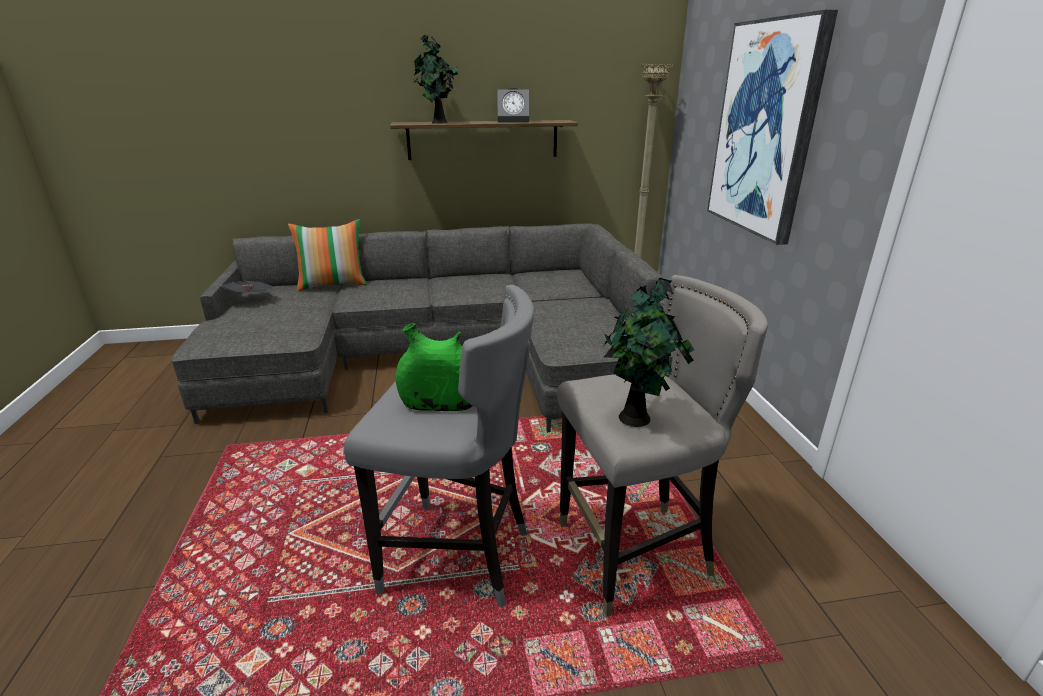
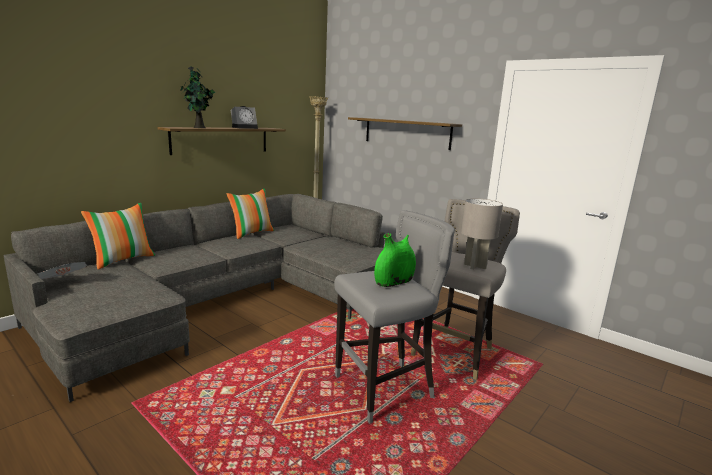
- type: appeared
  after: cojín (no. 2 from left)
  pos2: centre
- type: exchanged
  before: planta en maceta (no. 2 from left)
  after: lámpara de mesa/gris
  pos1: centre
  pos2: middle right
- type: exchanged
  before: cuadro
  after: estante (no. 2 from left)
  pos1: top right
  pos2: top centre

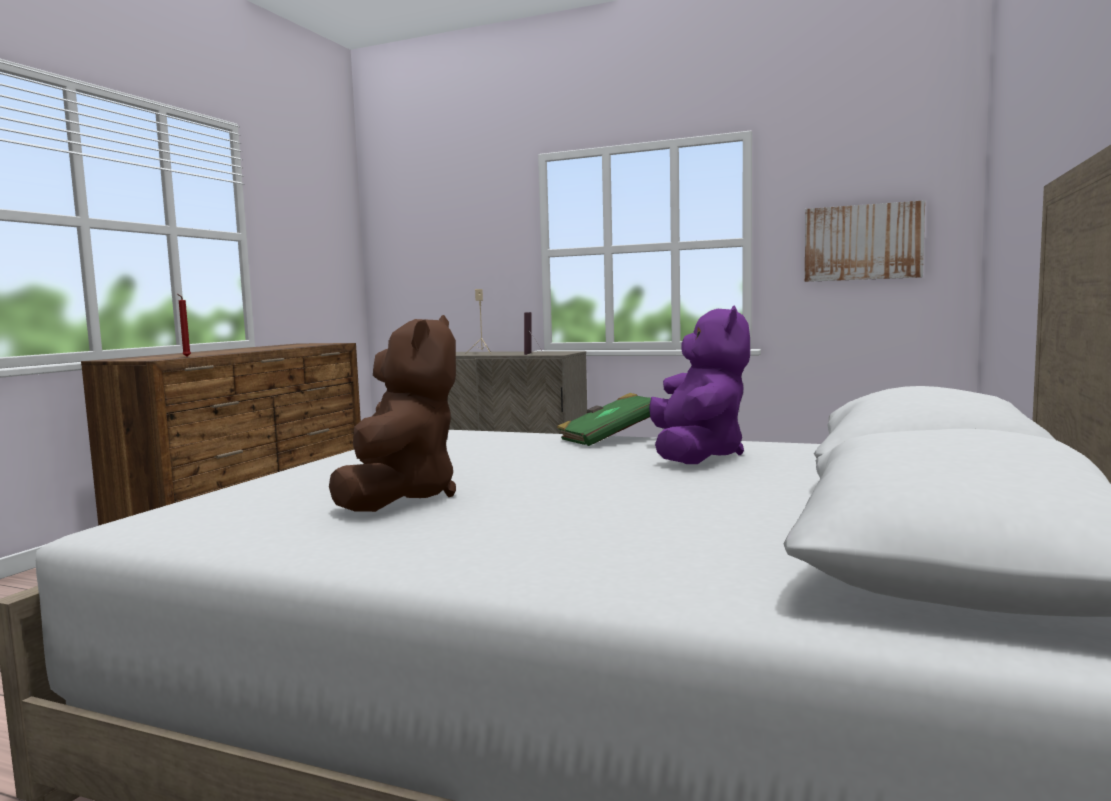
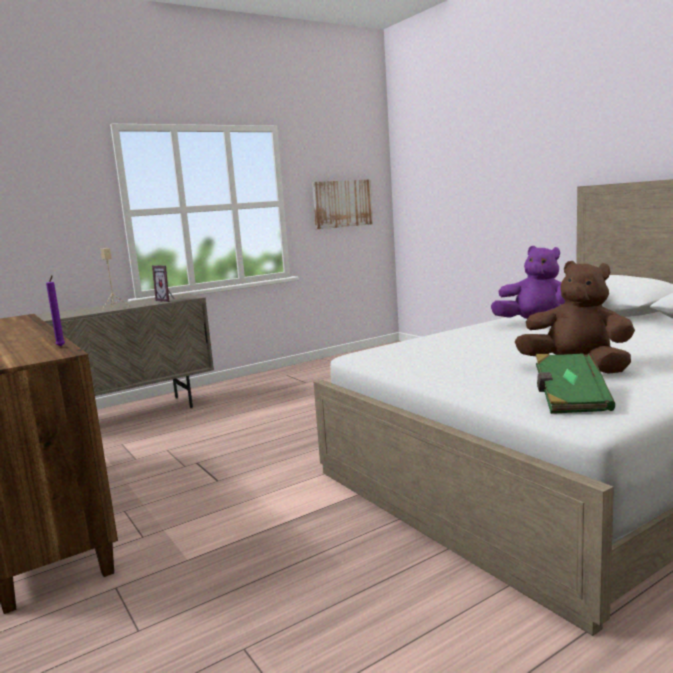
- type: relocated
  before: libro/verde
  pos1: centre
  pos2: middle right
- type: colour
  before: vela/rojo
  after: vela/morado
  pos1: middle left
  pos2: middle left

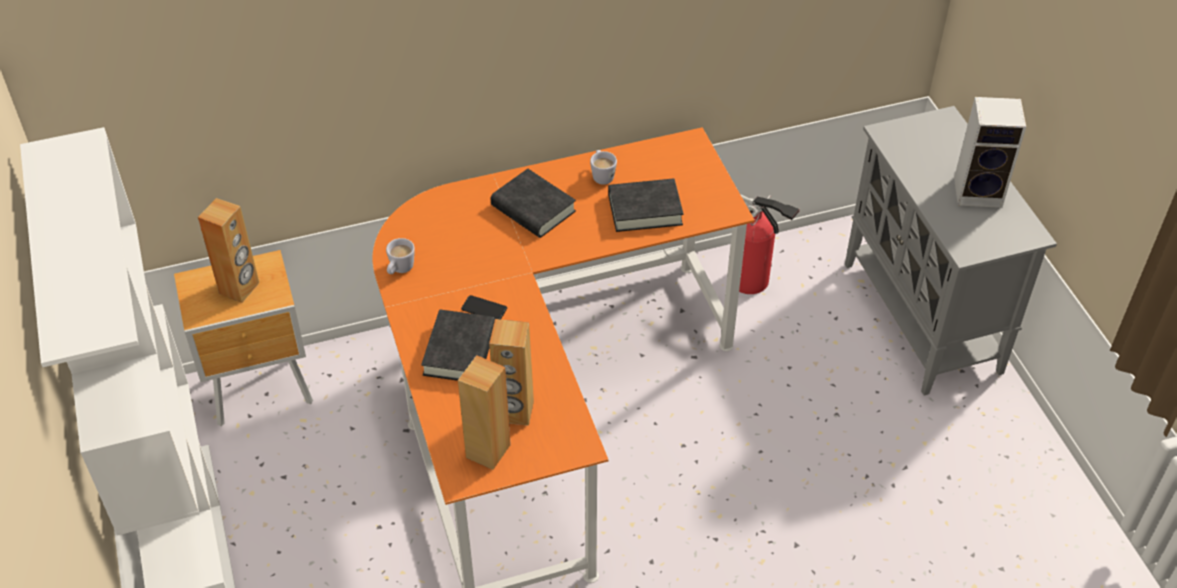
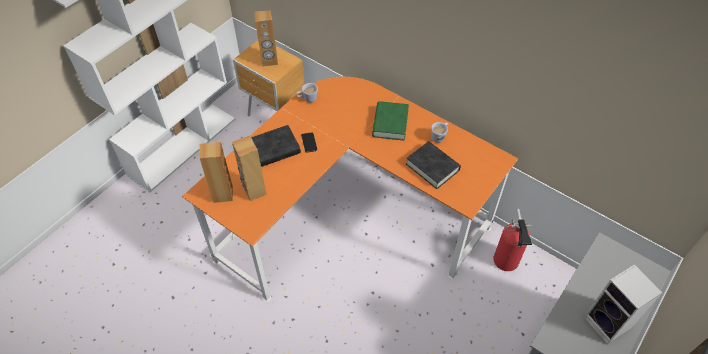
- type: colour
  before: libro/negro (no. 2 from left)
  after: libro/verde
  pos1: centre
  pos2: centre

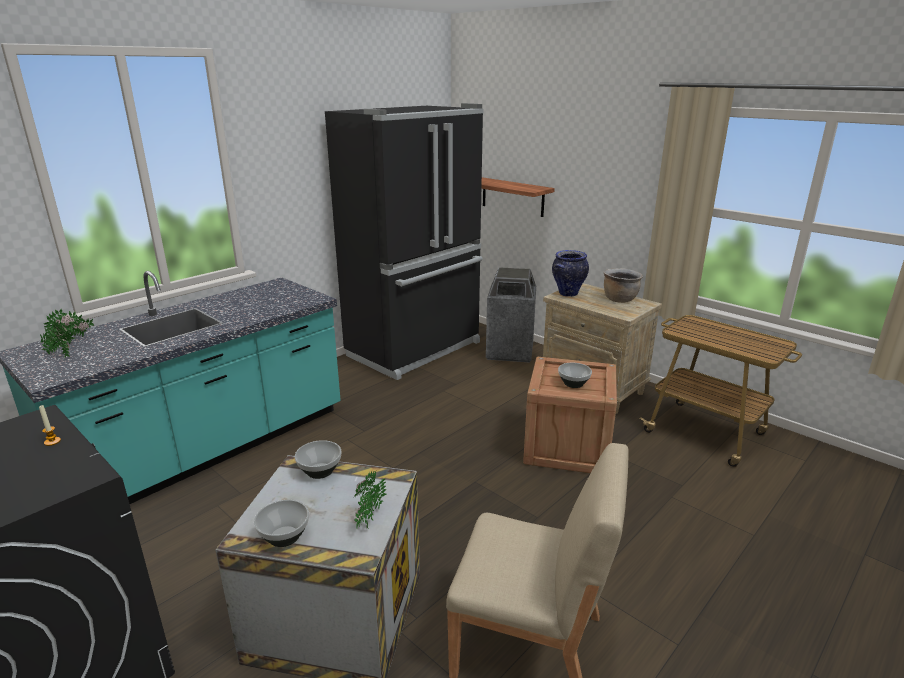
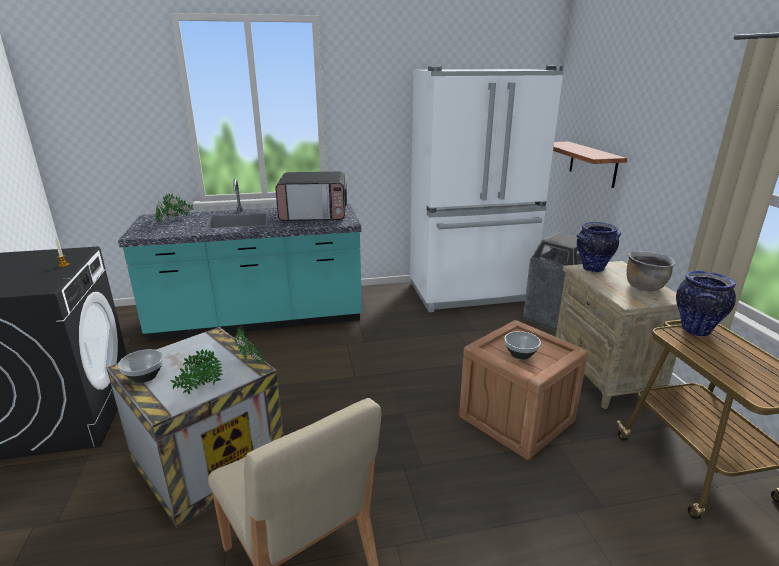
- type: missing
  before: cuenco (no. 2 from left)
  pos1: bottom centre
- type: appeared
  after: planta en maceta (no. 4 from left)
  pos2: middle left
- type: appeared
  after: microondas
  pos2: centre
- type: appeared
  after: florero (no. 2 from left)
  pos2: middle right
- type: colour
  before: nevera/negro
  after: nevera/blanco
  pos1: centre
  pos2: centre

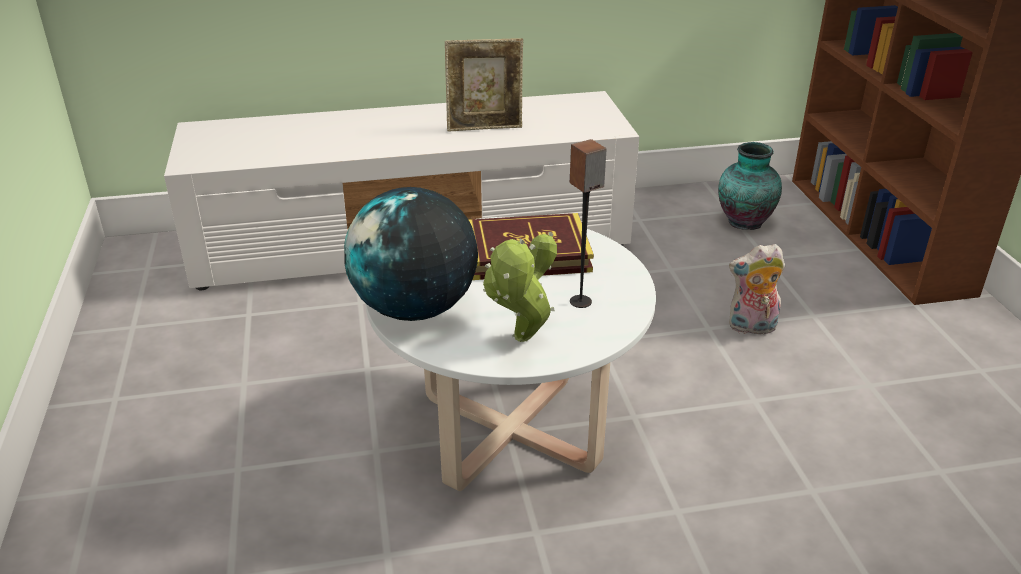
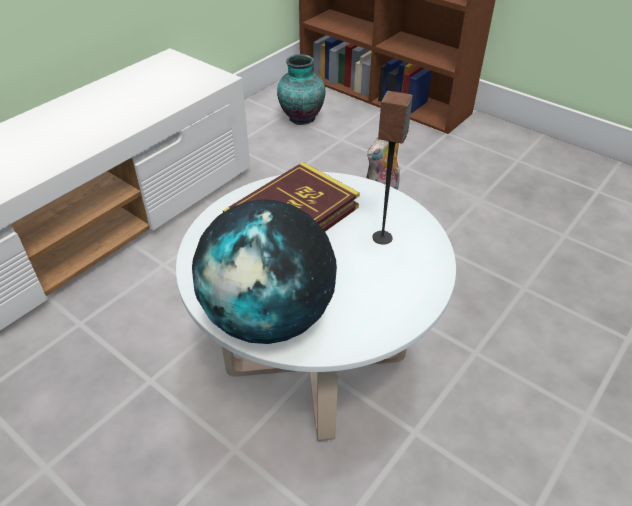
- type: missing
  before: portarretratos
  pos1: top centre
- type: missing
  before: planta en maceta
  pos1: centre

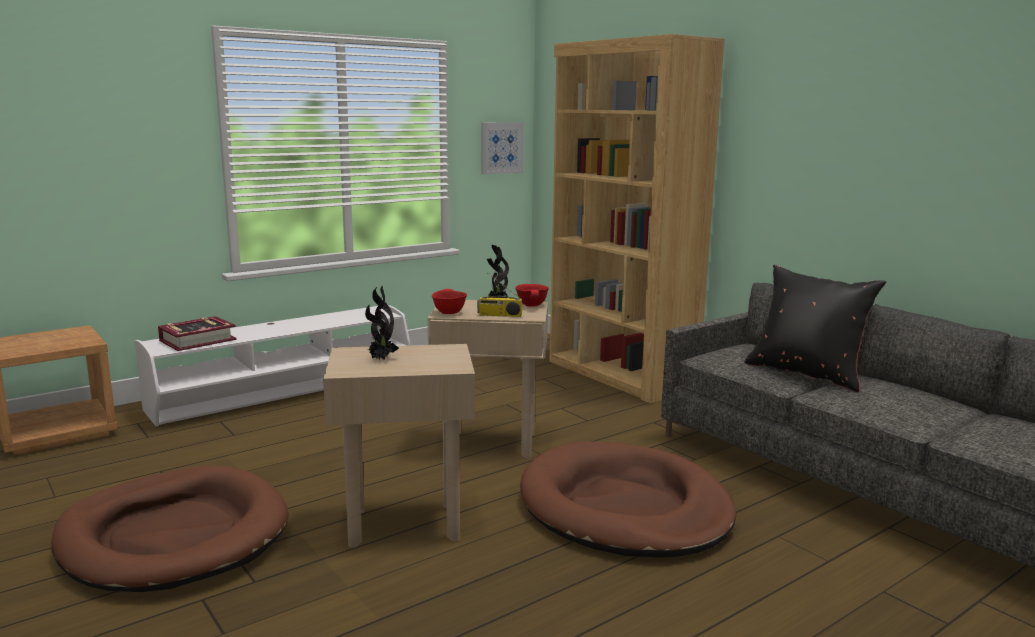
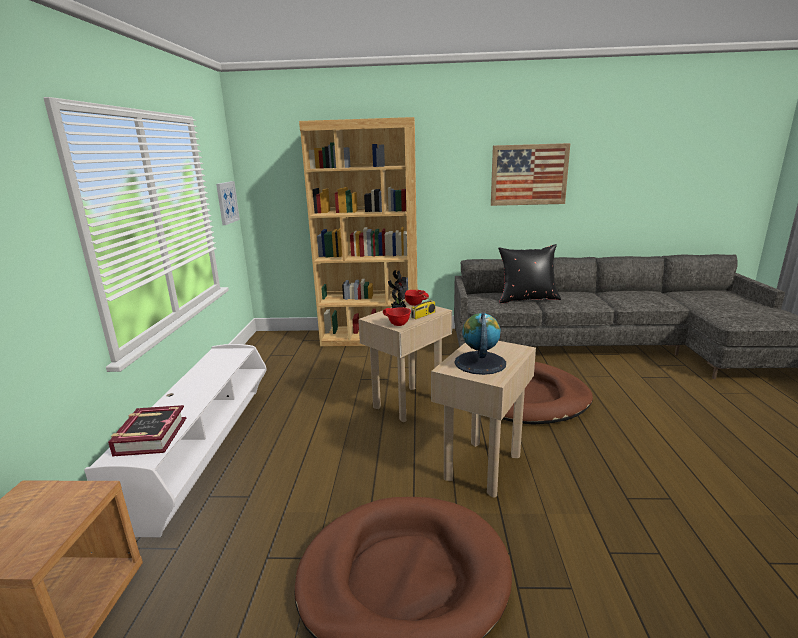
- type: appeared
  after: cuadro (no. 2 from left)
  pos2: top centre
- type: exchanged
  before: planta en maceta (no. 1 from left)
  after: globo terráqueo
  pos1: centre
  pos2: centre

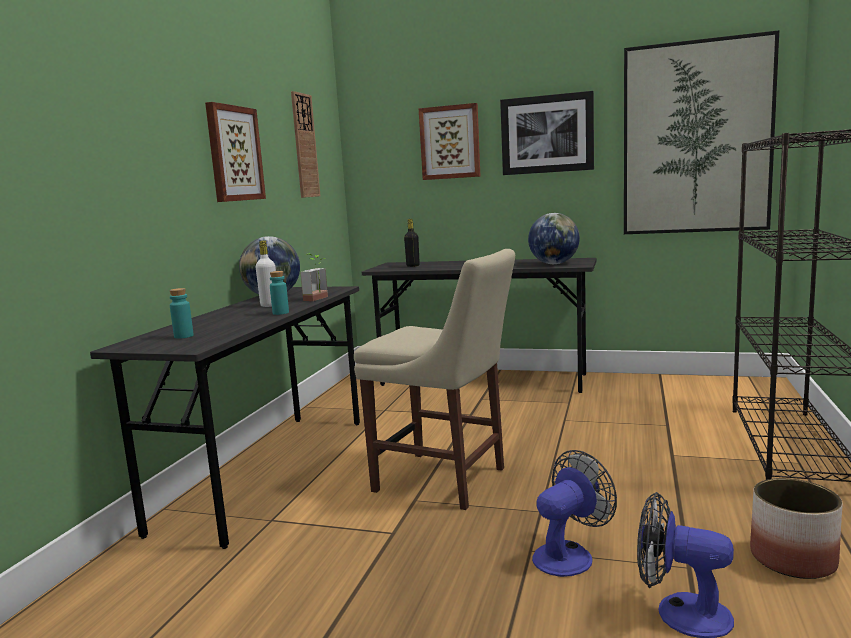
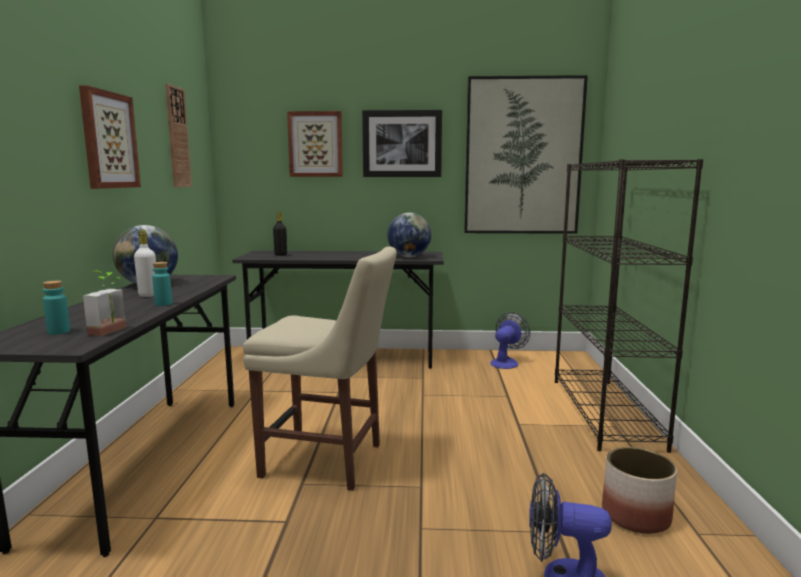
- type: relocated
  before: planta en maceta
  pos1: centre
  pos2: middle left
- type: relocated
  before: ventilador (no. 1 from left)
  pos1: bottom right
  pos2: centre

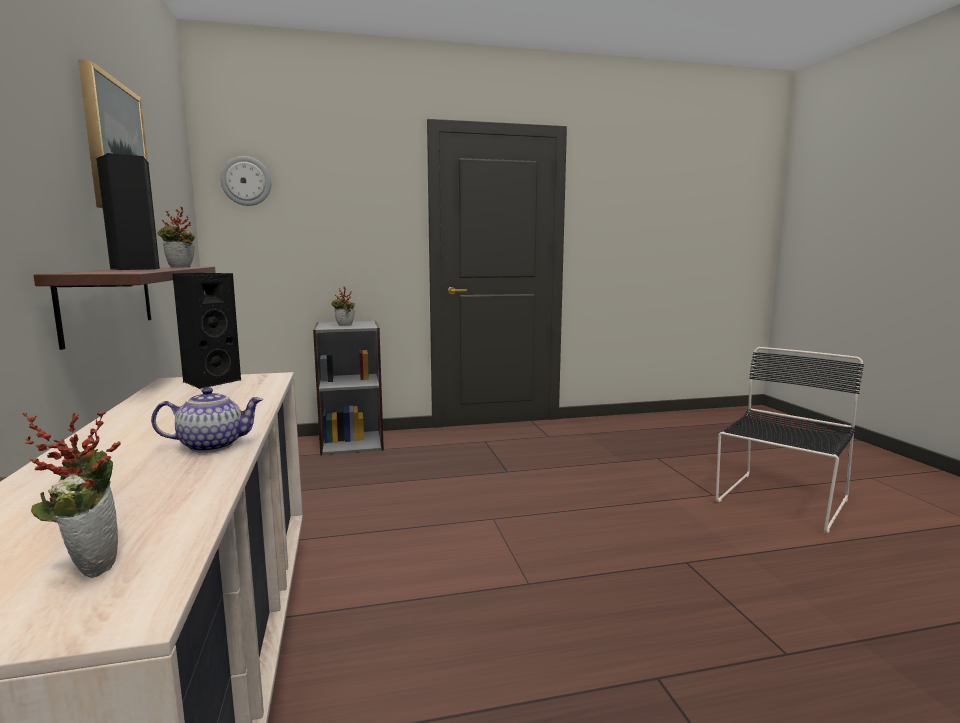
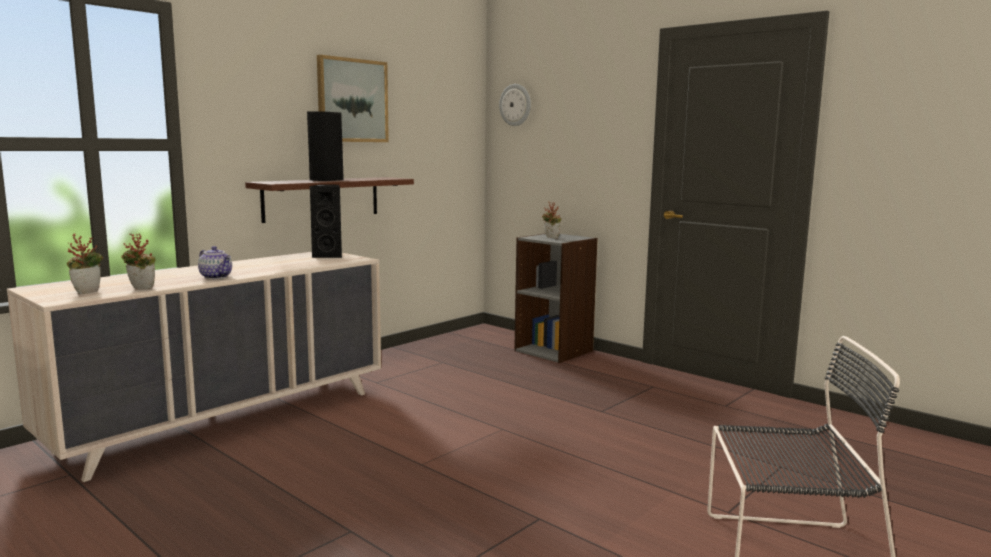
- type: relocated
  before: planta en maceta (no. 2 from left)
  pos1: top left
  pos2: middle left

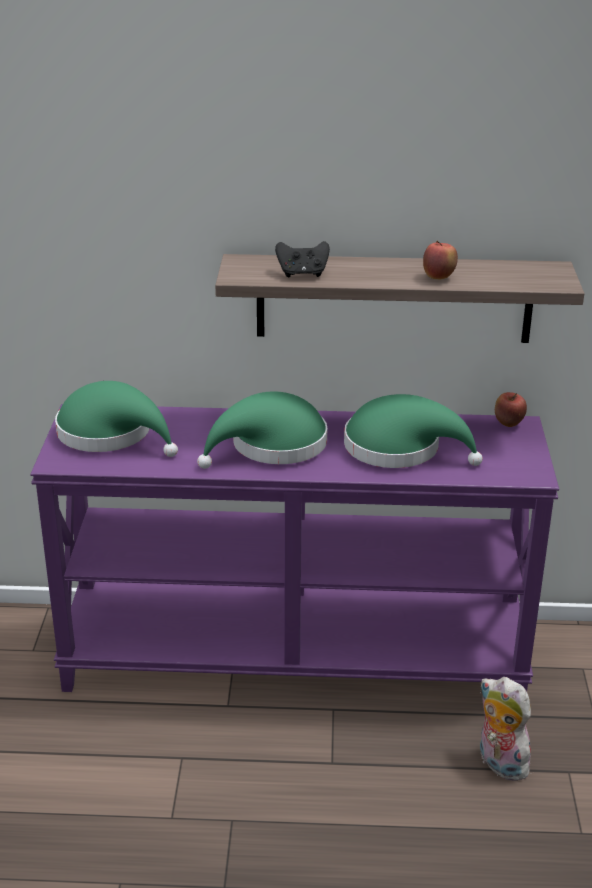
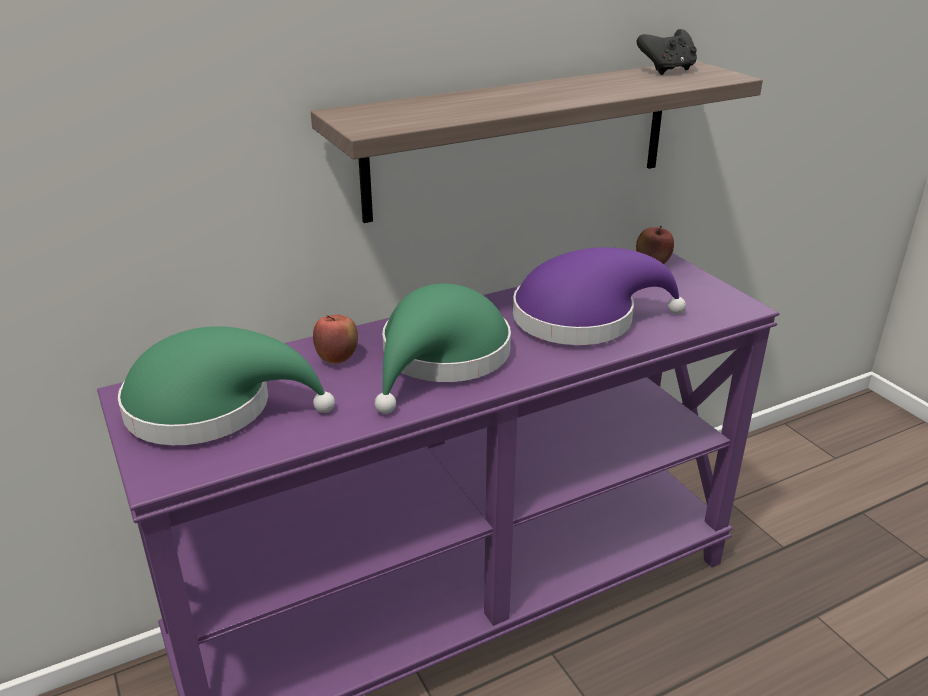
- type: missing
  before: peluche
  pos1: bottom right
- type: relocated
  before: mando de consola/negro
  pos1: top centre
  pos2: top right
- type: relocated
  before: manzana (no. 1 from left)
  pos1: top right
  pos2: centre
- type: colour
  before: sombrero/verde (no. 3 from left)
  after: sombrero/morado
  pos1: middle right
  pos2: centre

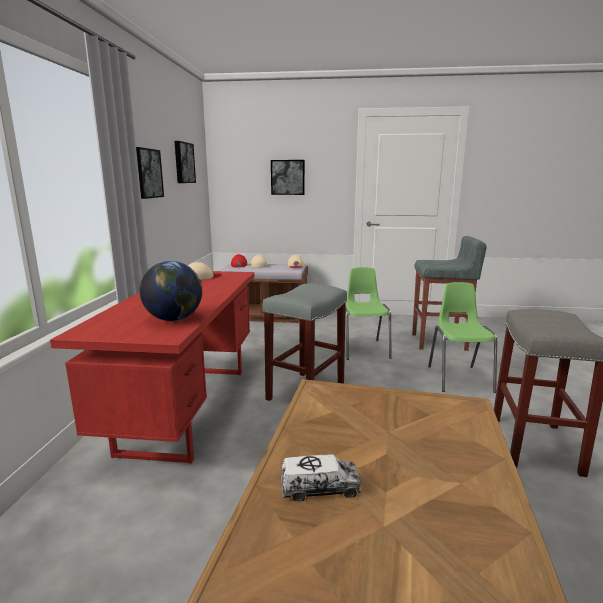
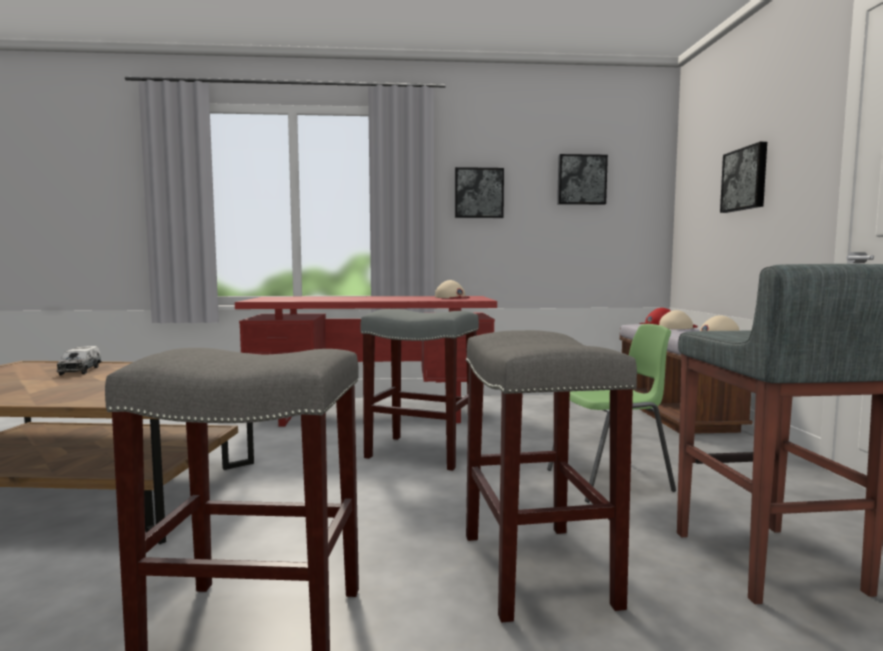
- type: missing
  before: globo terráqueo
  pos1: middle left
- type: exchanged
  before: silla/verde (no. 2 from left)
  after: taburete/gris (no. 3 from left)
  pos1: middle right
  pos2: bottom centre

